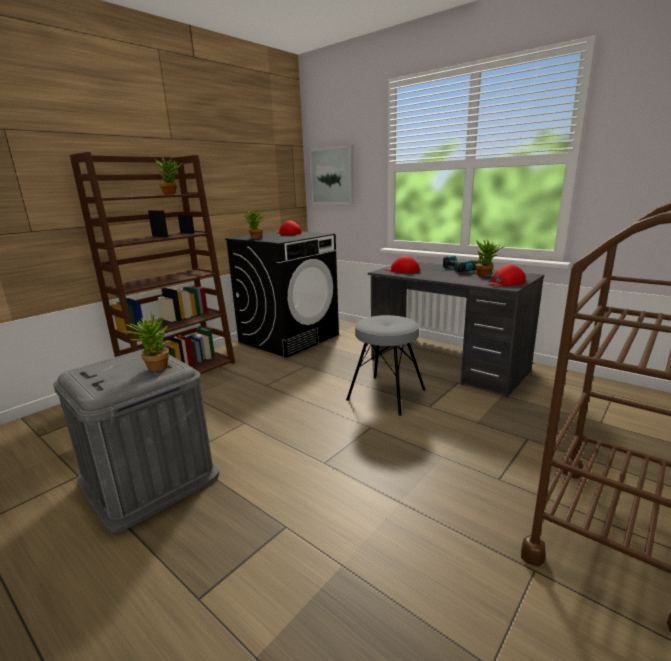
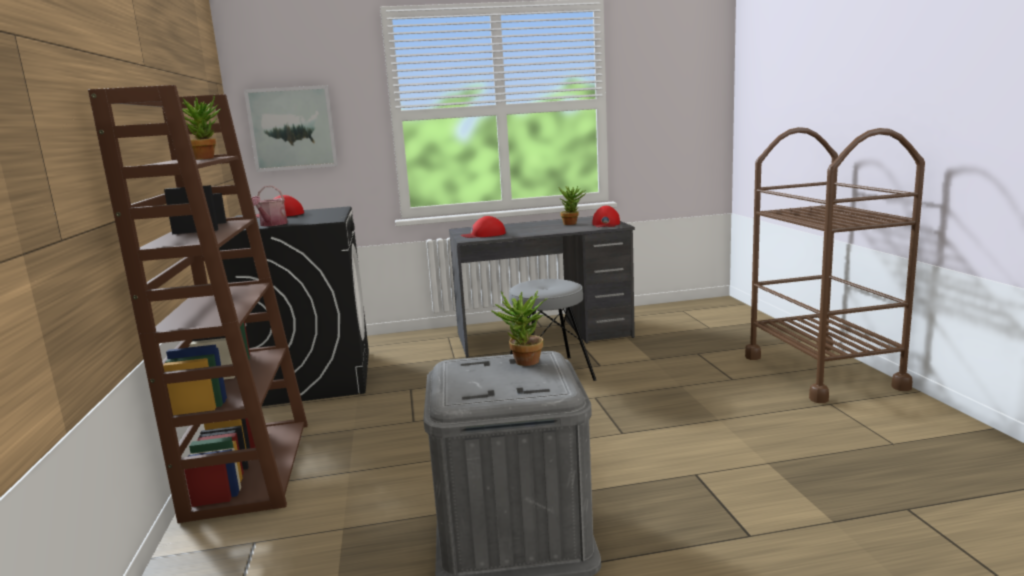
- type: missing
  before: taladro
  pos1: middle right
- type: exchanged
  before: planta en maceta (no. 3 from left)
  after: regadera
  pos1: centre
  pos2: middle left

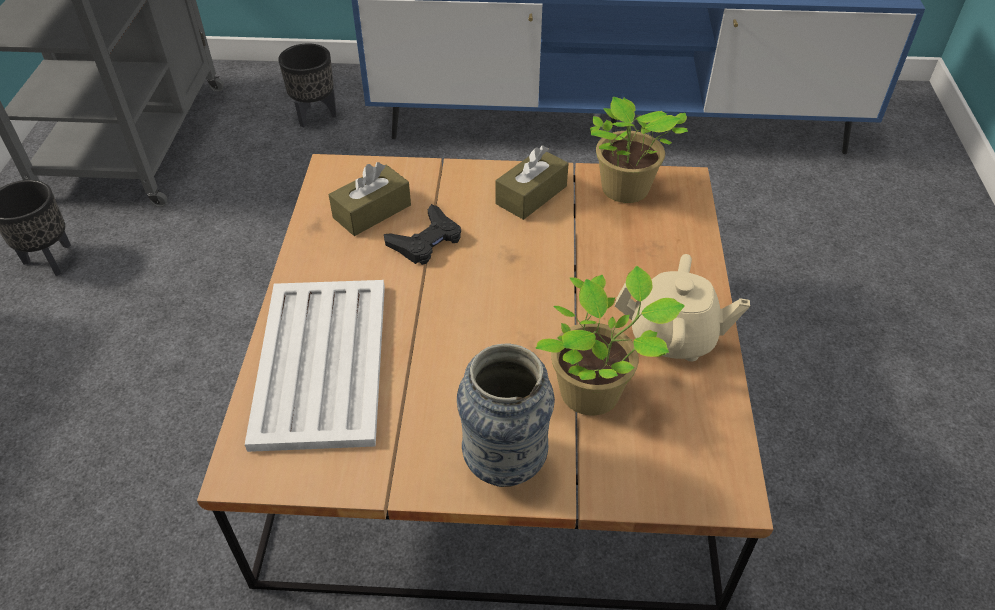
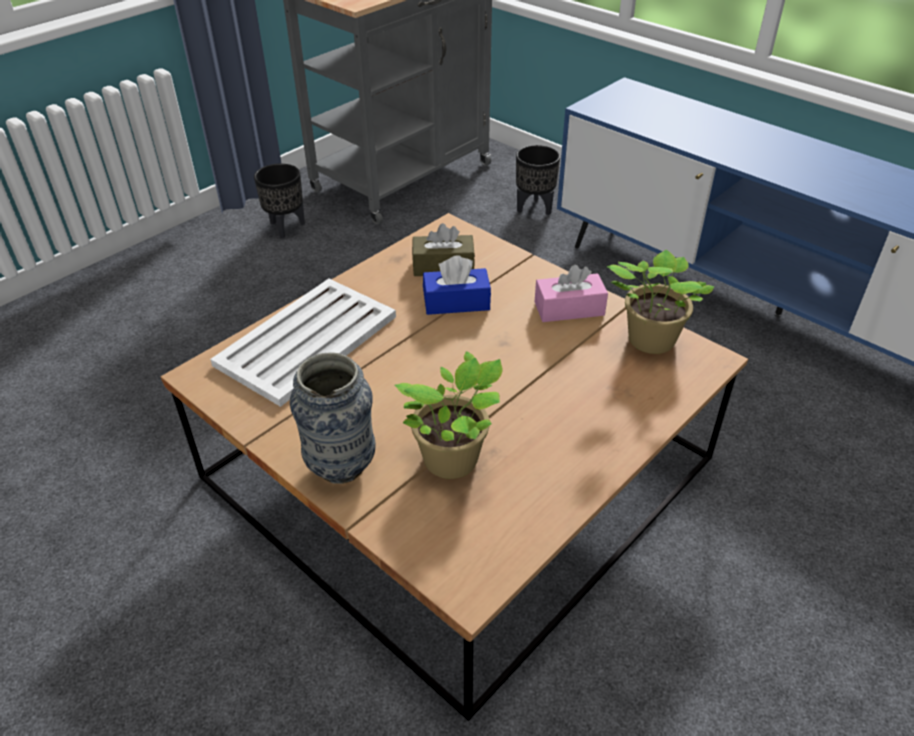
- type: missing
  before: tetera/beis
  pos1: middle right
- type: exchanged
  before: mando de consola/negro
  after: caja de pañuelos/azul
  pos1: centre
  pos2: centre
- type: colour
  before: caja de pañuelos/marrón (no. 2 from left)
  after: caja de pañuelos/rosa
  pos1: top centre
  pos2: centre

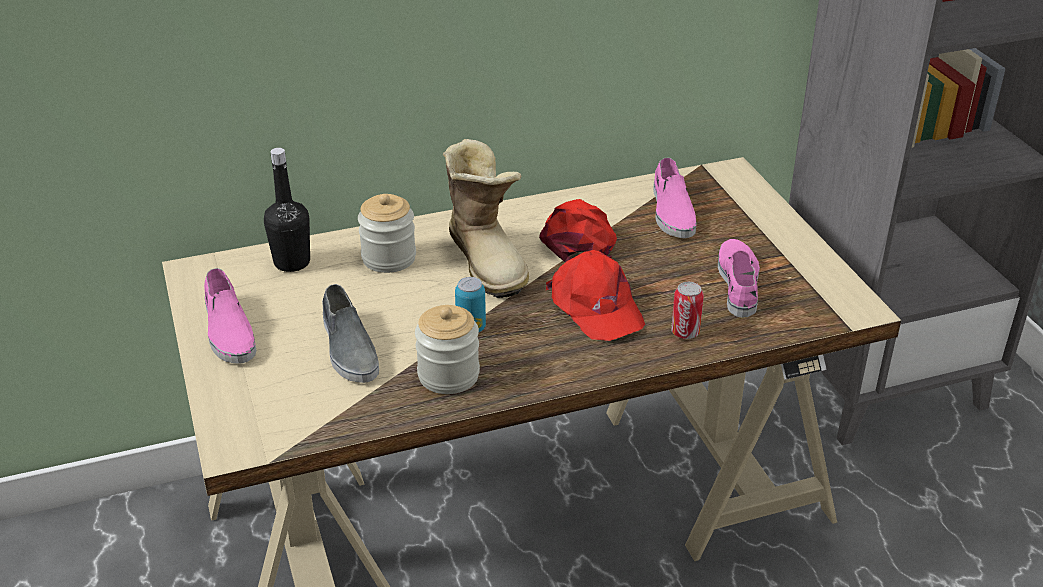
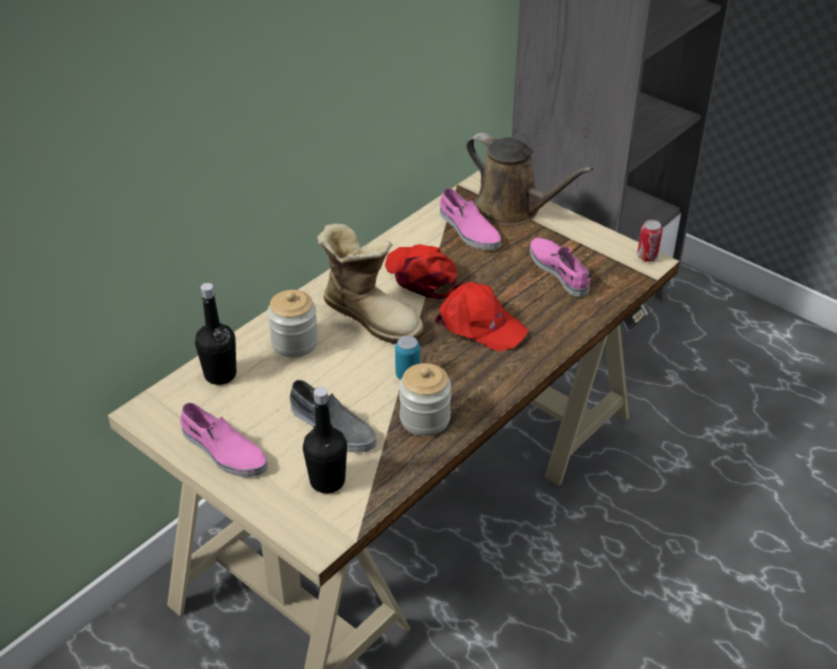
- type: appeared
  after: botella/negro (no. 2 from left)
  pos2: centre
- type: appeared
  after: regadera/marrón
  pos2: top centre
- type: relocated
  before: lata (no. 2 from left)
  pos1: centre
  pos2: middle right

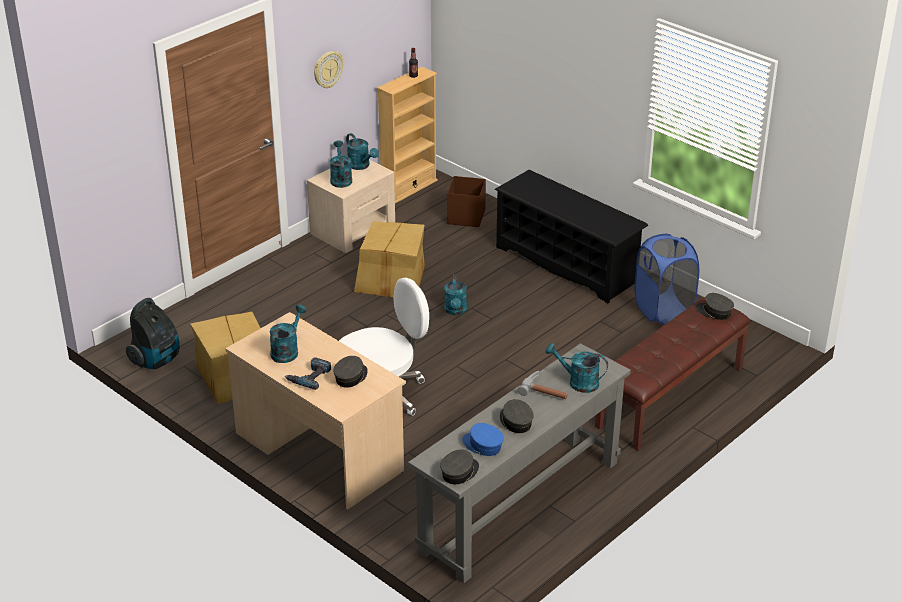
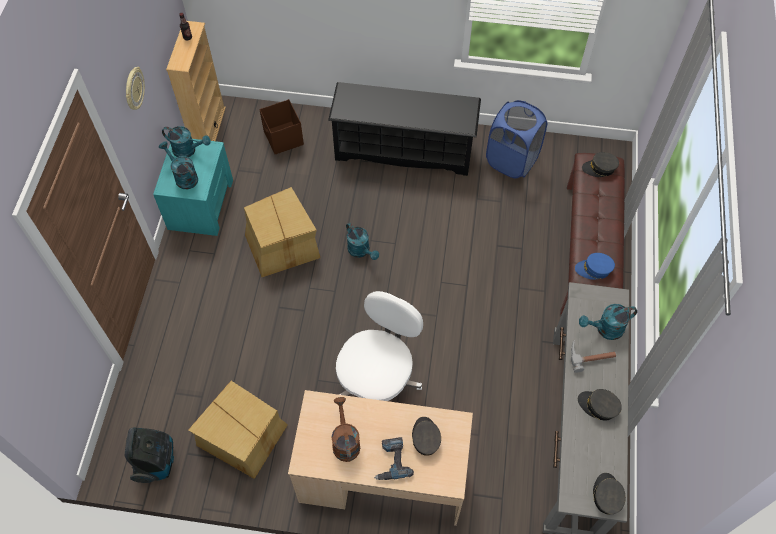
- type: relocated
  before: gorra/azul
  pos1: bottom centre
  pos2: middle right
- type: colour
  before: regadera/turquesa (no. 1 from left)
  after: regadera/marrón
  pos1: middle left
  pos2: bottom centre
- type: colour
  before: mesita de noche/beis
  after: mesita de noche/turquesa
  pos1: centre
  pos2: middle left

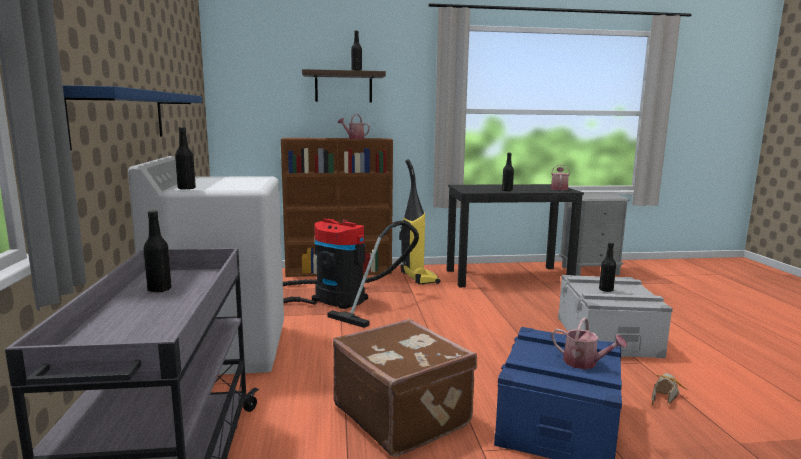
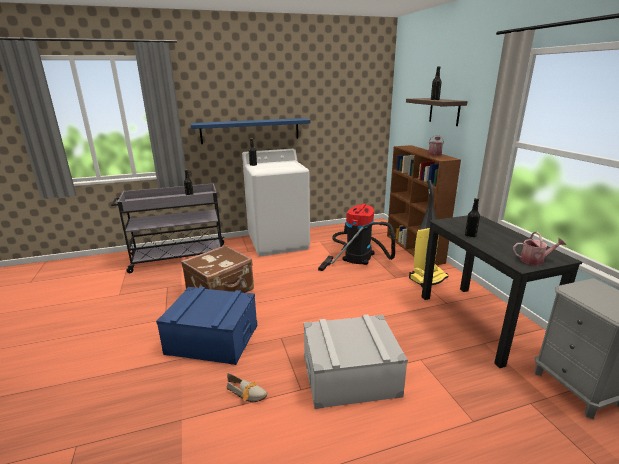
- type: missing
  before: regadera (no. 3 from left)
  pos1: bottom right
- type: missing
  before: botella/negro (no. 5 from left)
  pos1: middle right

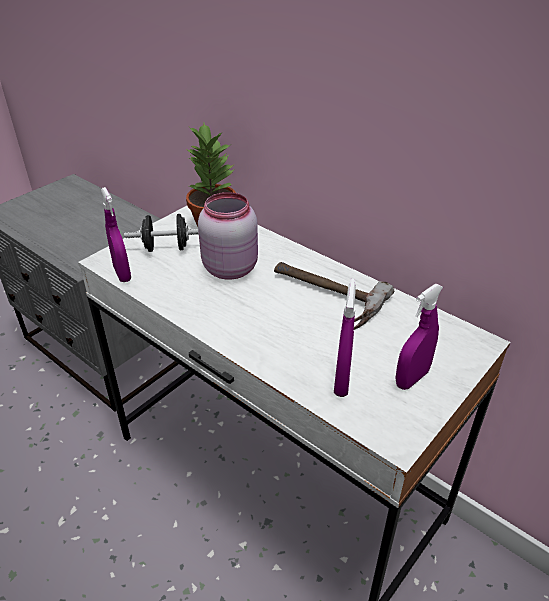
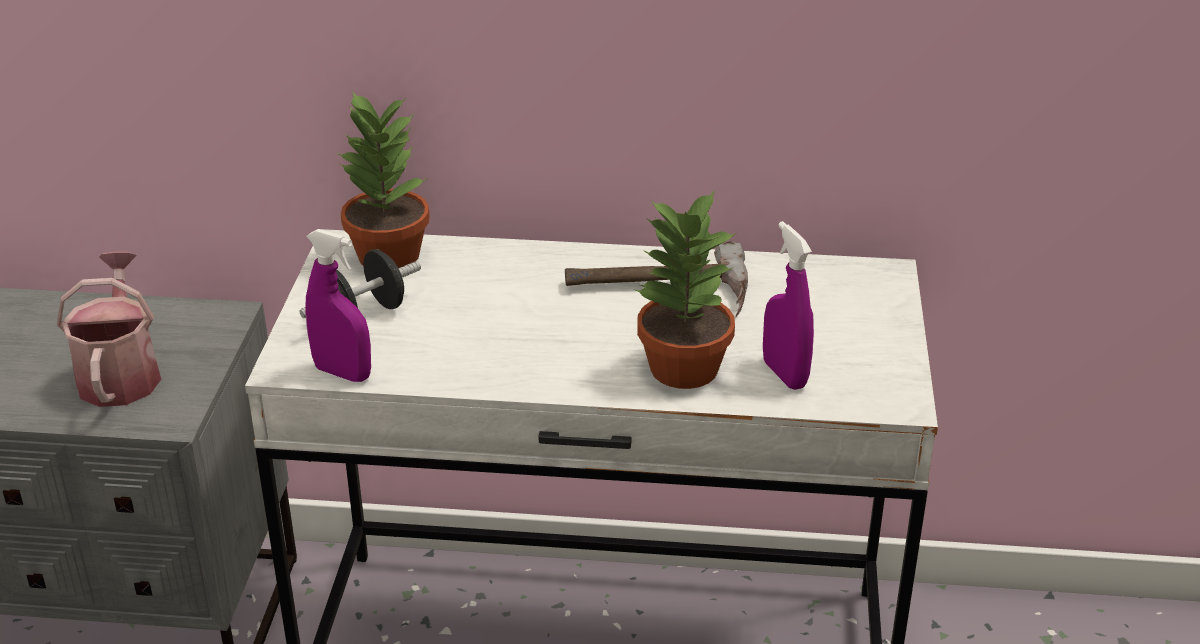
- type: missing
  before: tarro/rosa
  pos1: centre
- type: missing
  before: pulverizador/morado (no. 3 from left)
  pos1: middle right
- type: appeared
  after: regadera
  pos2: middle left
- type: appeared
  after: planta en maceta (no. 2 from left)
  pos2: centre

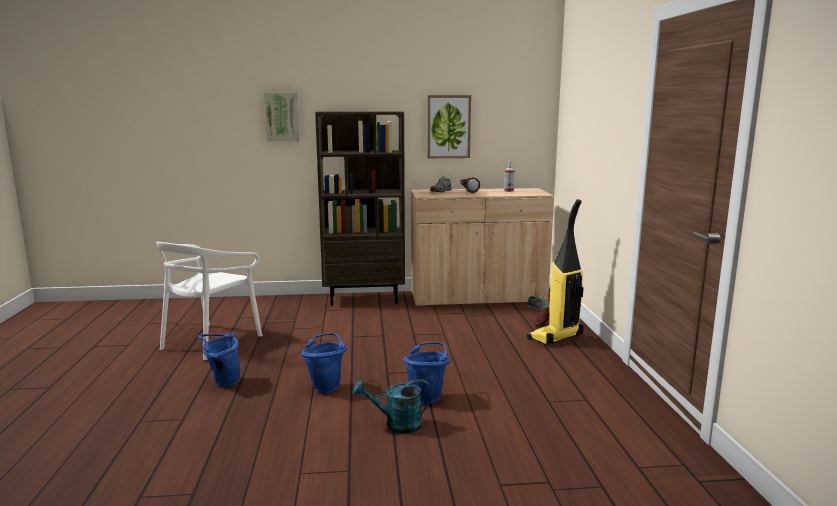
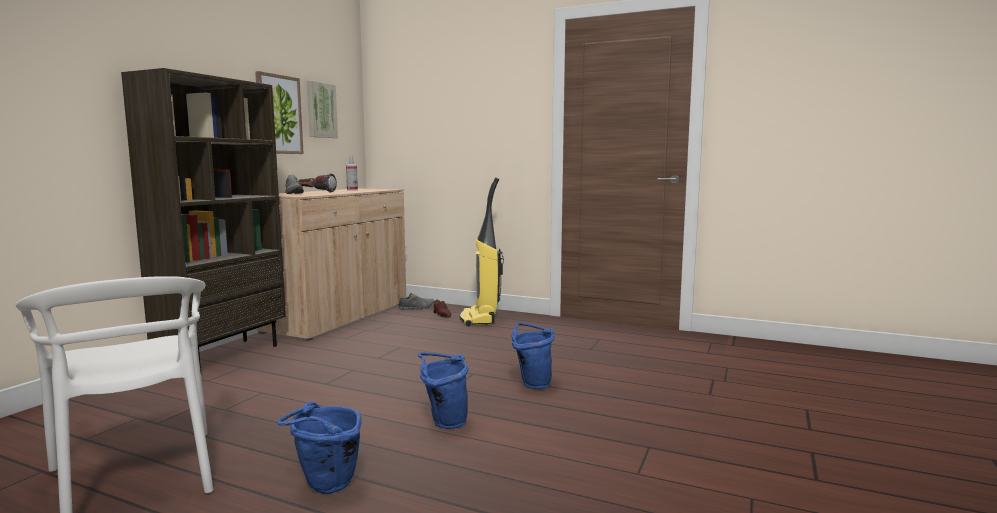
- type: missing
  before: regadera/turquesa
  pos1: bottom centre
- type: relocated
  before: cuadro (no. 1 from left in the first image)
  after: cuadro (no. 2 from left)
  pos1: top centre
  pos2: top left

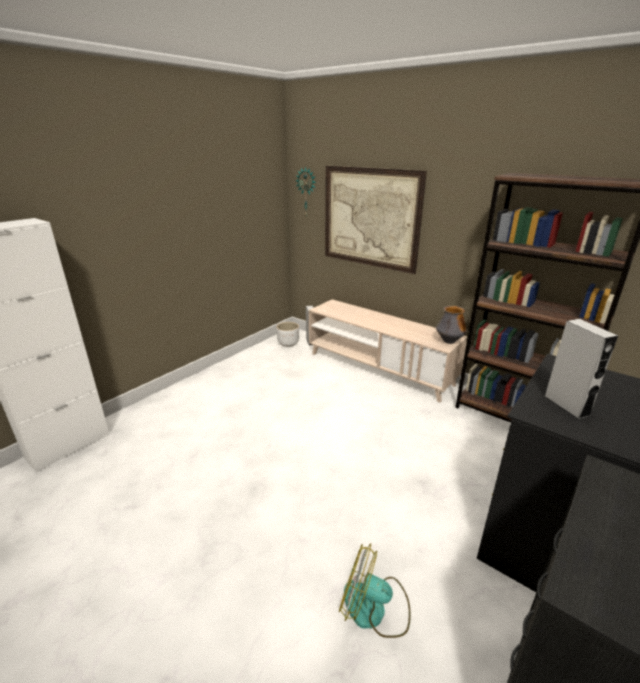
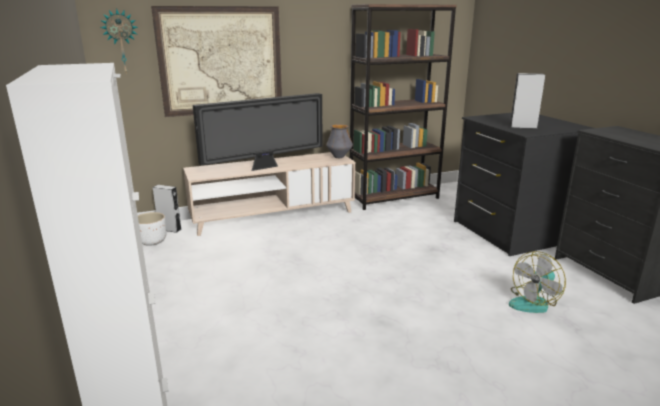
- type: appeared
  after: televisor
  pos2: top centre

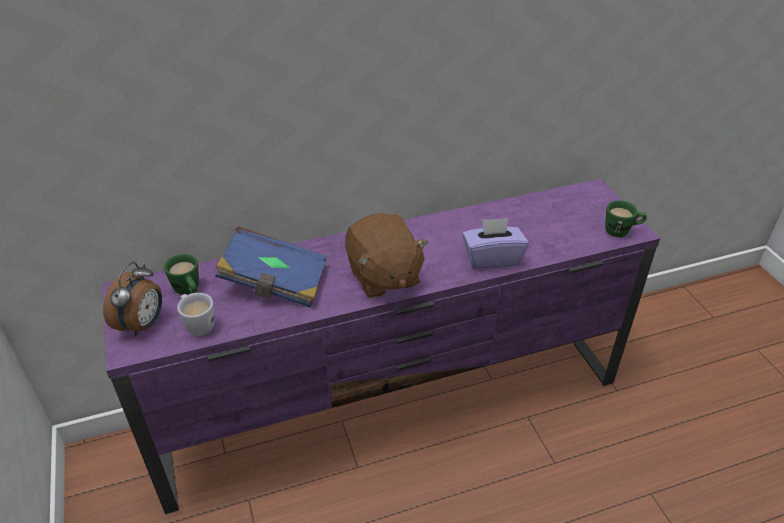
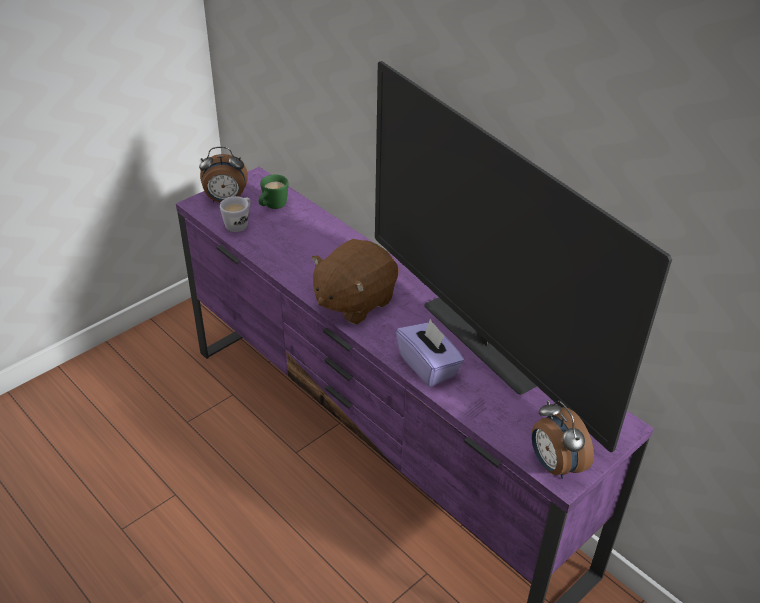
- type: missing
  before: libro/azul
  pos1: centre
- type: appeared
  after: televisor
  pos2: middle right
- type: exchanged
  before: taza grande/verde (no. 2 from left)
  after: despertador (no. 2 from left)
  pos1: middle right
  pos2: bottom right

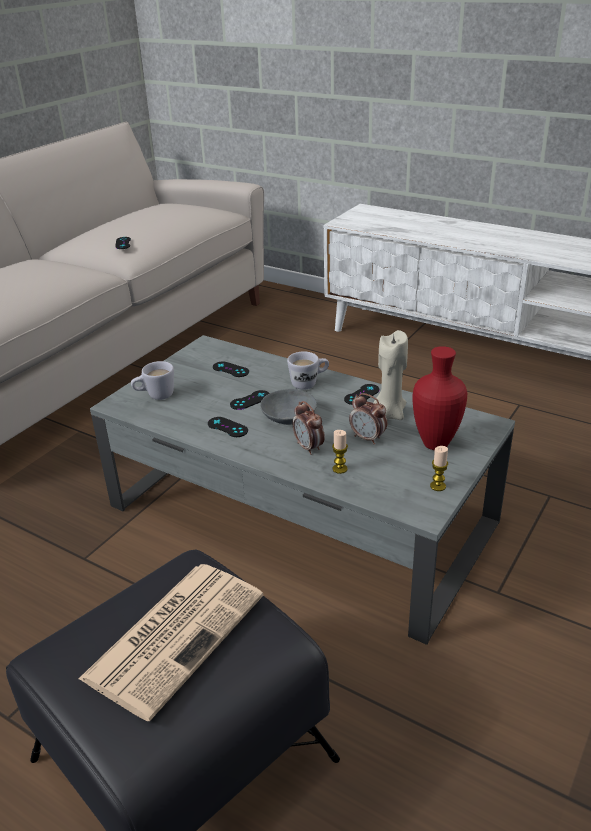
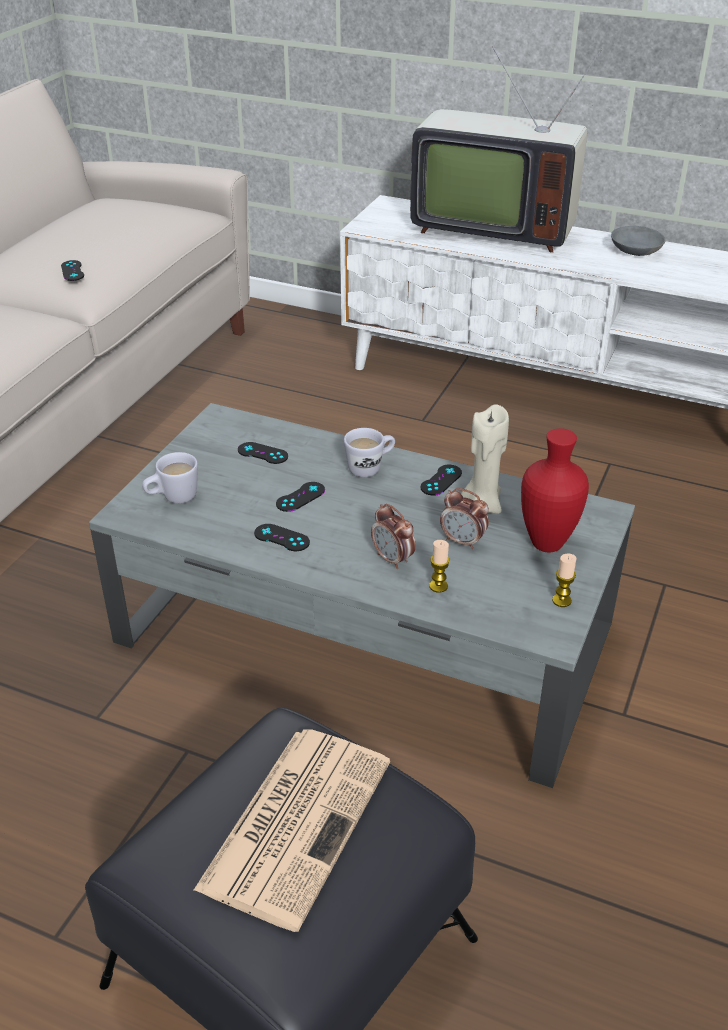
- type: appeared
  after: televisor
  pos2: top right
- type: relocated
  before: cuenco/gris
  pos1: centre
  pos2: top right

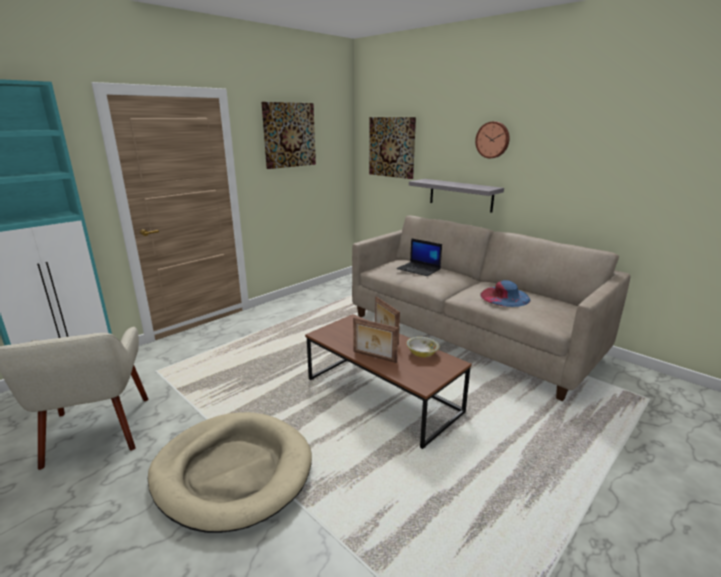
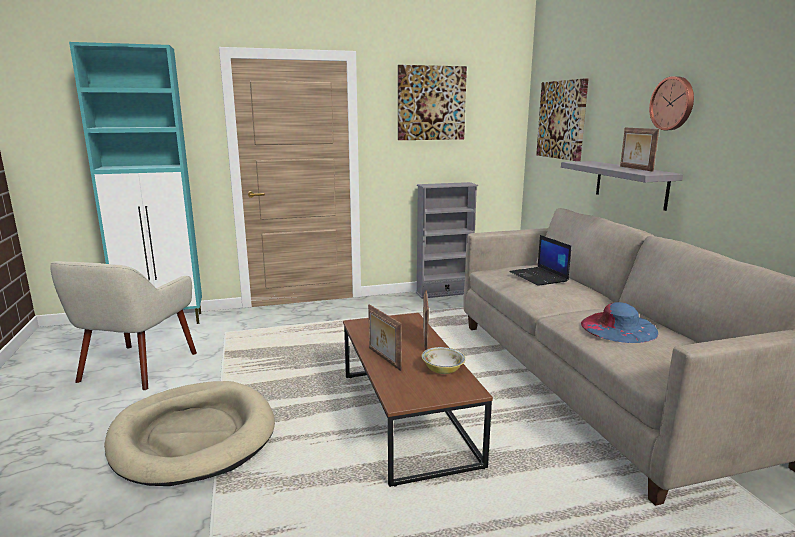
- type: appeared
  after: estantería/gris
  pos2: centre
- type: appeared
  after: portarretratos (no. 3 from left)
  pos2: top right

